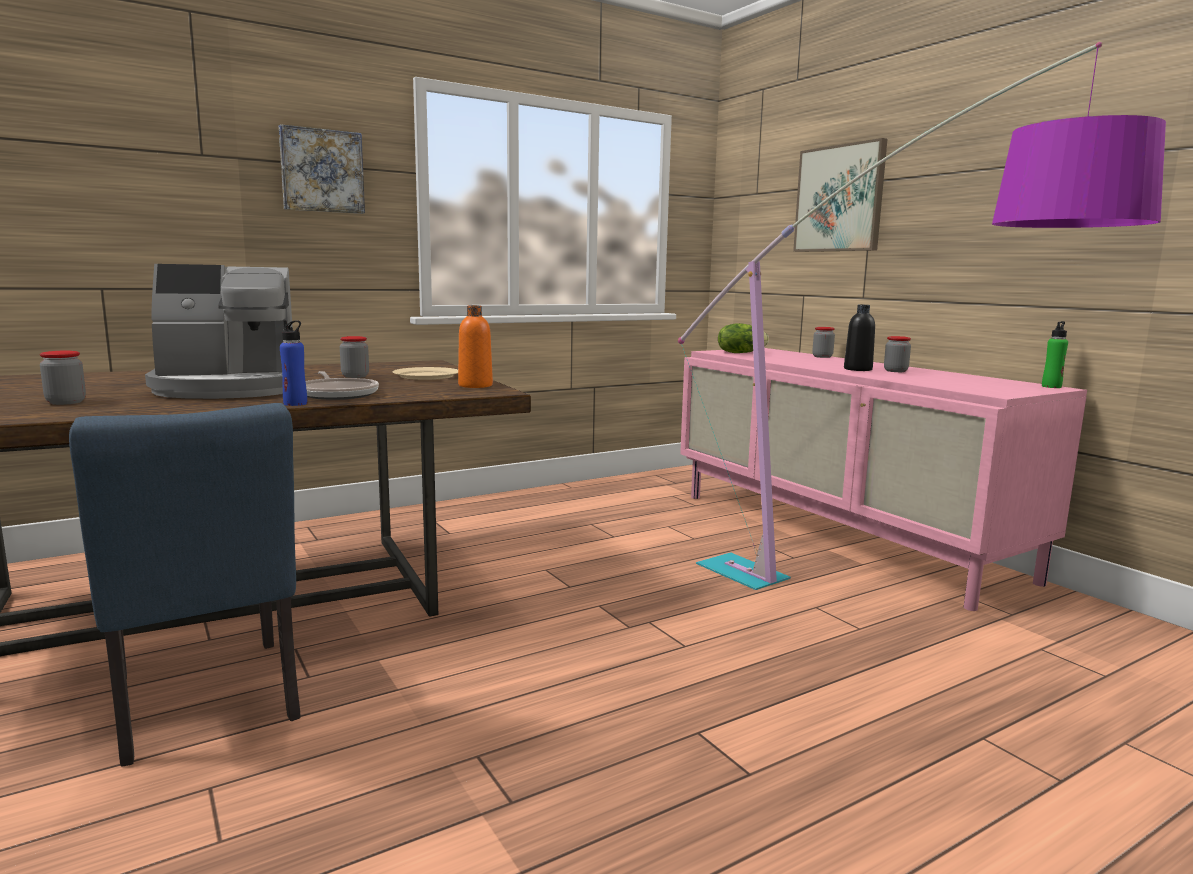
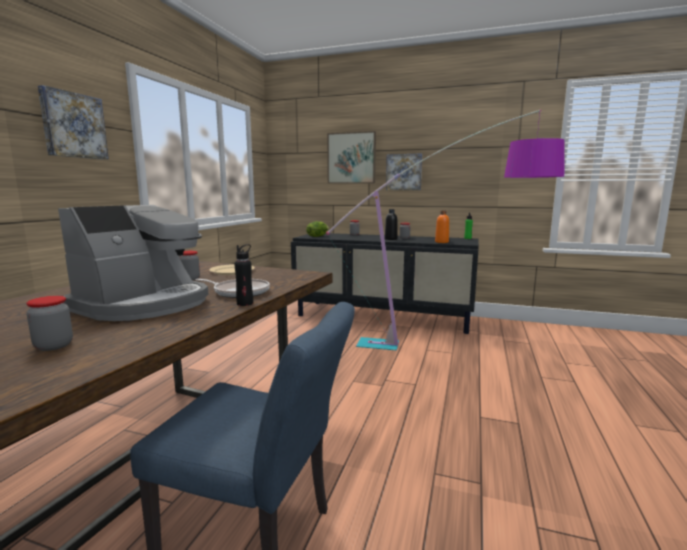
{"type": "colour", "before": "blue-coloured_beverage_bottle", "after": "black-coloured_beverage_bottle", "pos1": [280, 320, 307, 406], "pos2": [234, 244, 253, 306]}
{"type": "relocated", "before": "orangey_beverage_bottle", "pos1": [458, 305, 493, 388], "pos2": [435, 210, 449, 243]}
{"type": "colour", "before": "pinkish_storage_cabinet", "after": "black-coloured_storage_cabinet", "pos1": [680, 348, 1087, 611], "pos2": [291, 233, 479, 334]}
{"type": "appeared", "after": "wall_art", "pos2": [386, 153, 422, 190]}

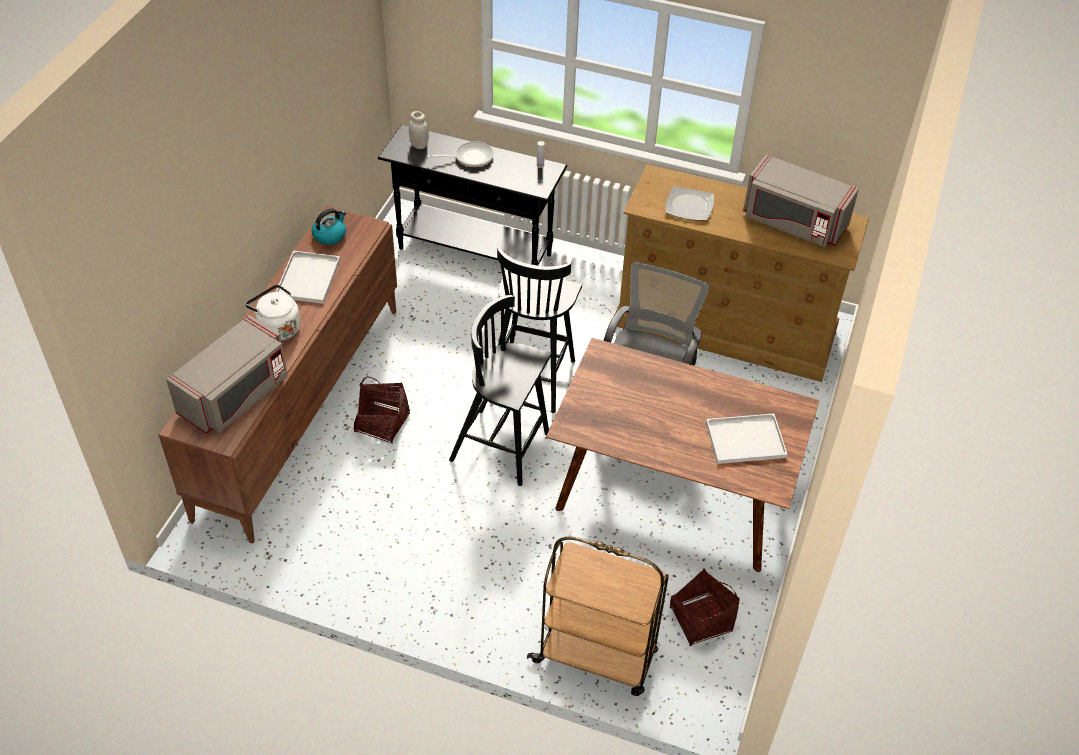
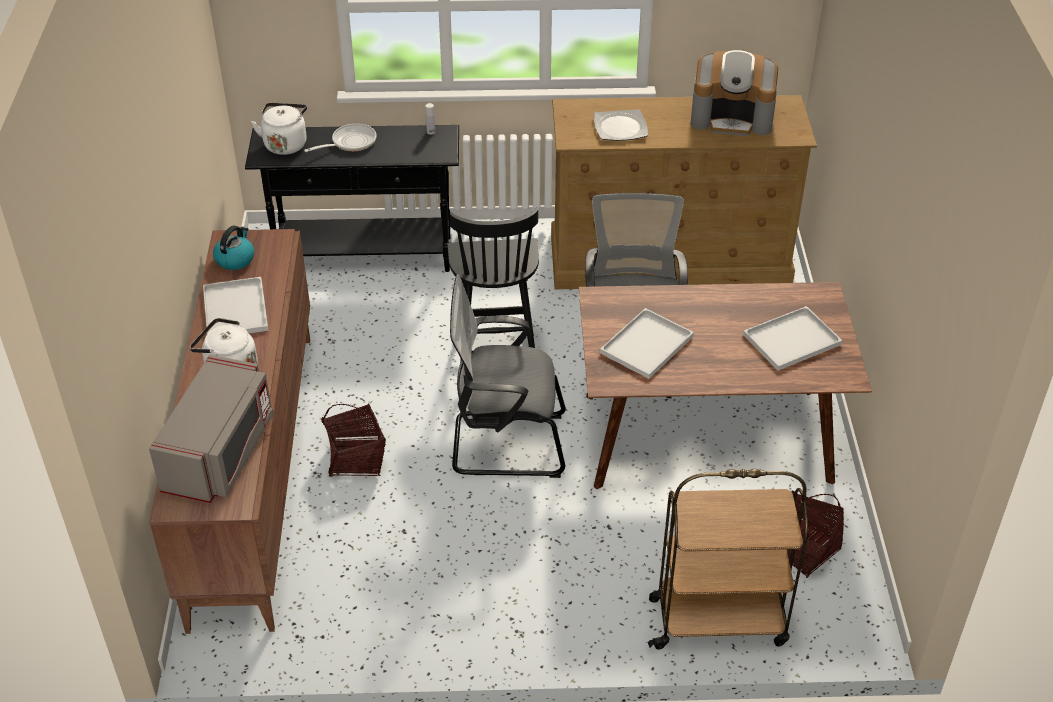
{"type": "exchanged", "before": "white_preserve_jar", "after": "white_kettle", "pos1": [409, 111, 429, 149], "pos2": [251, 103, 307, 155]}
{"type": "exchanged", "before": "black-coloured_stool_seat", "after": "chair", "pos1": [449, 295, 551, 486], "pos2": [450, 274, 566, 478]}
{"type": "exchanged", "before": "greyish_microwave", "after": "coffee_machine", "pos1": [743, 155, 859, 247], "pos2": [691, 50, 778, 136]}
{"type": "appeared", "after": "white_serving_tray", "pos2": [600, 308, 694, 379]}

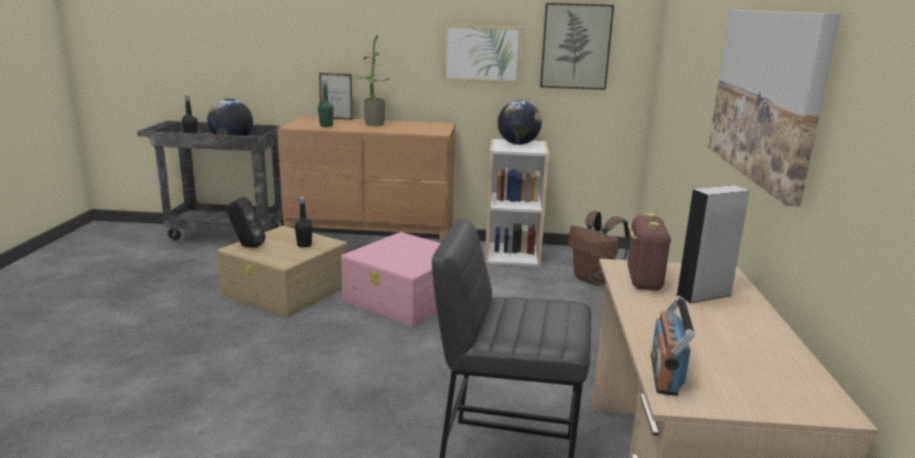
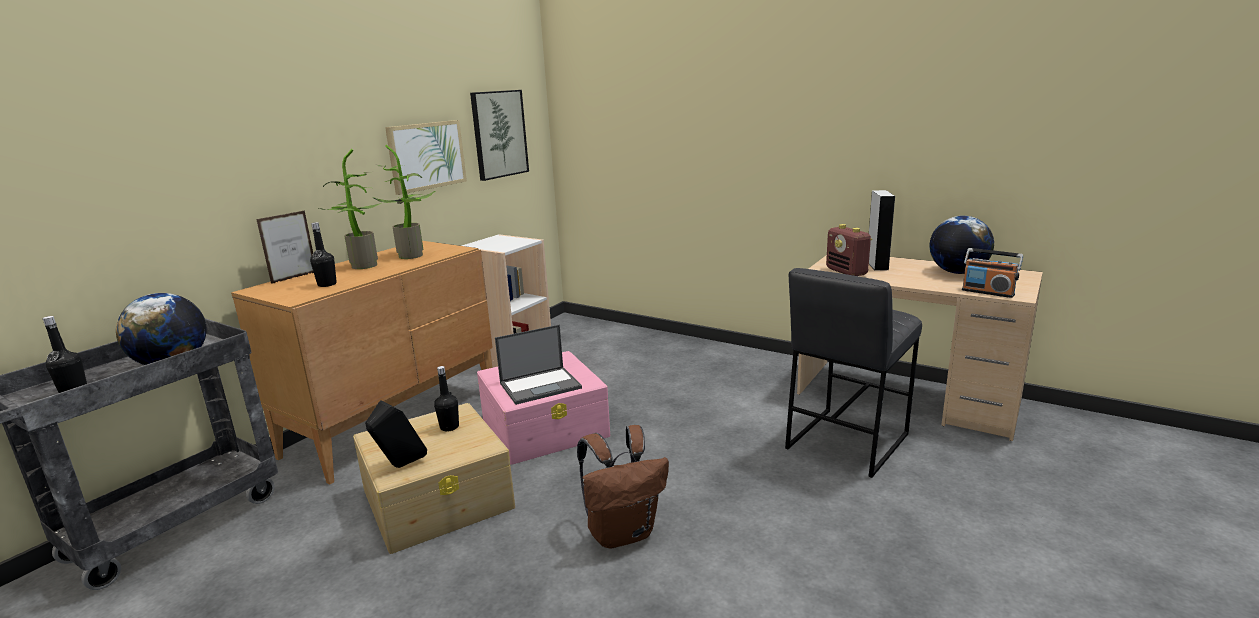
{"type": "colour", "before": "green_beverage_bottle", "after": "black-coloured_beverage_bottle", "pos1": [318, 80, 334, 127], "pos2": [310, 222, 337, 287]}
{"type": "relocated", "before": "desk_globe", "pos1": [498, 100, 542, 145], "pos2": [929, 216, 994, 274]}
{"type": "relocated", "before": "brownish_knapsack", "pos1": [568, 211, 630, 286], "pos2": [577, 425, 669, 549]}
{"type": "spun", "before": "radio_receiver", "pos1": [628, 213, 671, 291], "pos2": [826, 224, 872, 276], "turn": -150}
{"type": "missing", "before": "wall_art", "pos1": [708, 10, 841, 206]}
{"type": "appeared", "after": "potted_plant", "pos2": [373, 145, 435, 259]}
{"type": "appeared", "after": "notebook_computer", "pos2": [495, 325, 582, 405]}

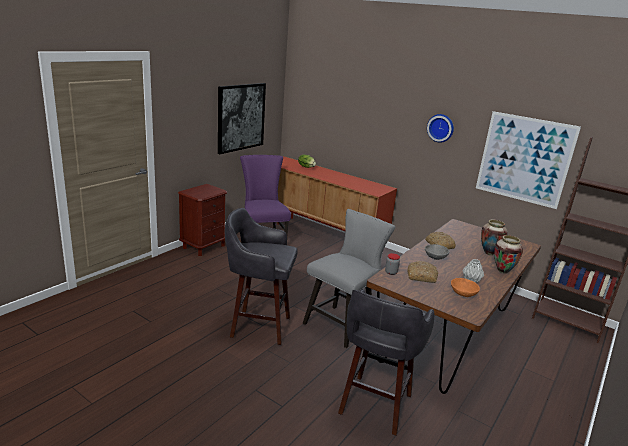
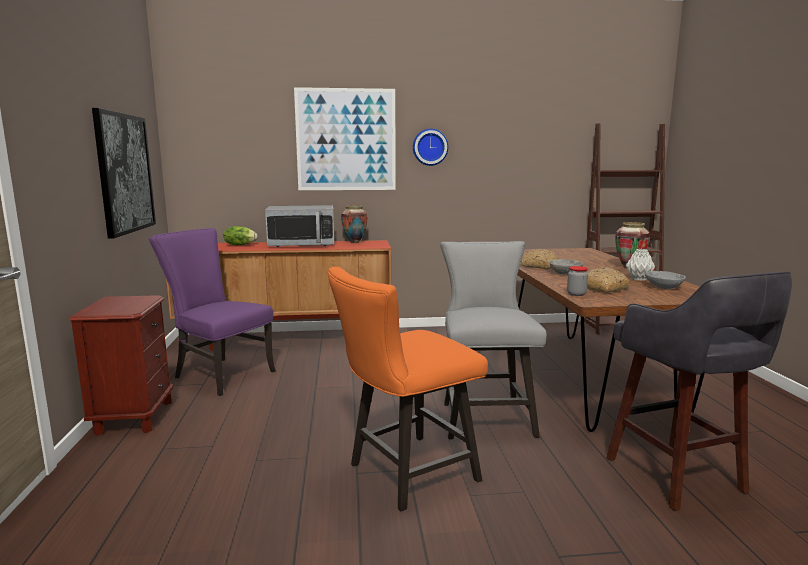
{"type": "exchanged", "before": "greyish_stool_seat", "after": "orangey_chair", "pos1": [225, 208, 298, 345], "pos2": [328, 267, 488, 511]}
{"type": "colour", "before": "orangey_bowl", "after": "greyish_bowl", "pos1": [451, 278, 480, 297], "pos2": [645, 271, 686, 289]}
{"type": "relocated", "before": "wall_art", "pos1": [476, 111, 581, 209], "pos2": [294, 87, 396, 190]}
{"type": "relocated", "before": "flower_vase", "pos1": [481, 219, 508, 255], "pos2": [341, 205, 368, 243]}
{"type": "appeared", "after": "microwave", "pos2": [265, 205, 334, 247]}

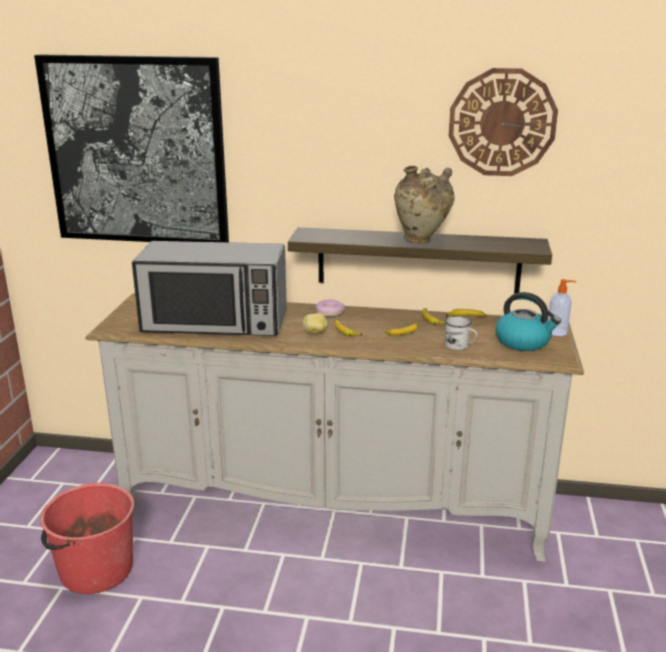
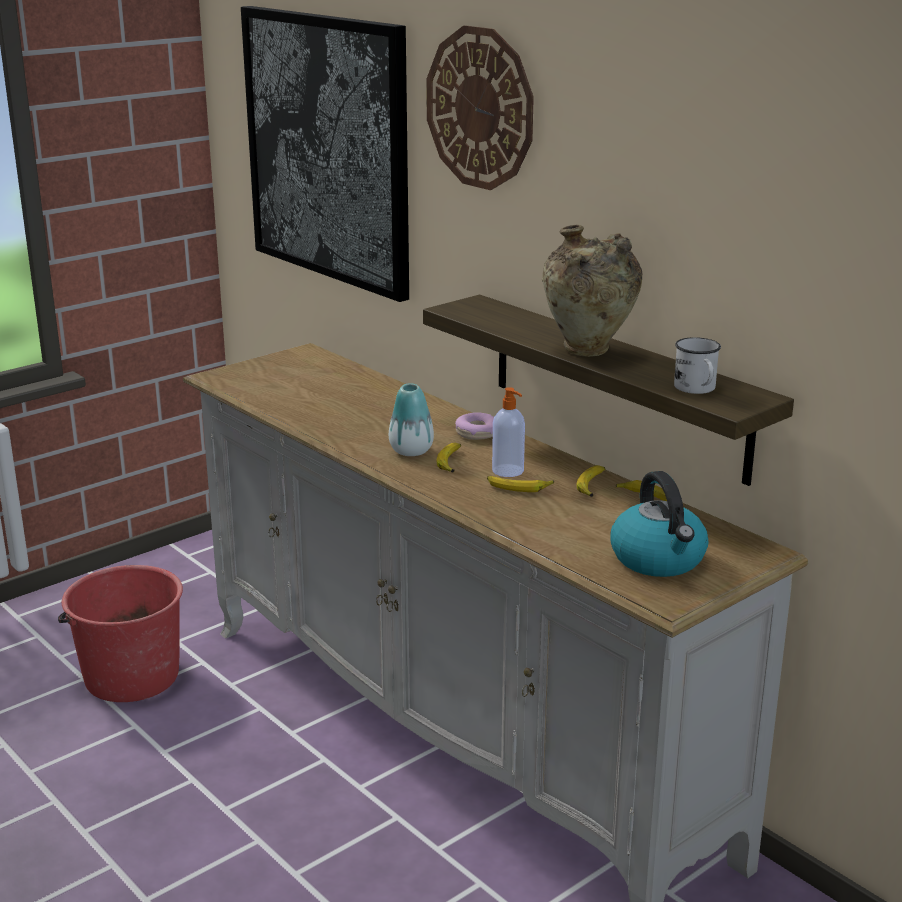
{"type": "missing", "before": "microwave", "pos1": [132, 241, 287, 336]}
{"type": "exchanged", "before": "potato", "after": "flower_vase", "pos1": [303, 313, 328, 333], "pos2": [389, 383, 434, 456]}
{"type": "relocated", "before": "white_tea_mug", "pos1": [445, 316, 478, 350], "pos2": [674, 337, 721, 394]}
{"type": "relocated", "before": "wall_clock", "pos1": [449, 68, 558, 176], "pos2": [426, 25, 534, 190]}
{"type": "relocated", "before": "liquid_soap_bottle", "pos1": [548, 279, 576, 336], "pos2": [492, 387, 525, 477]}

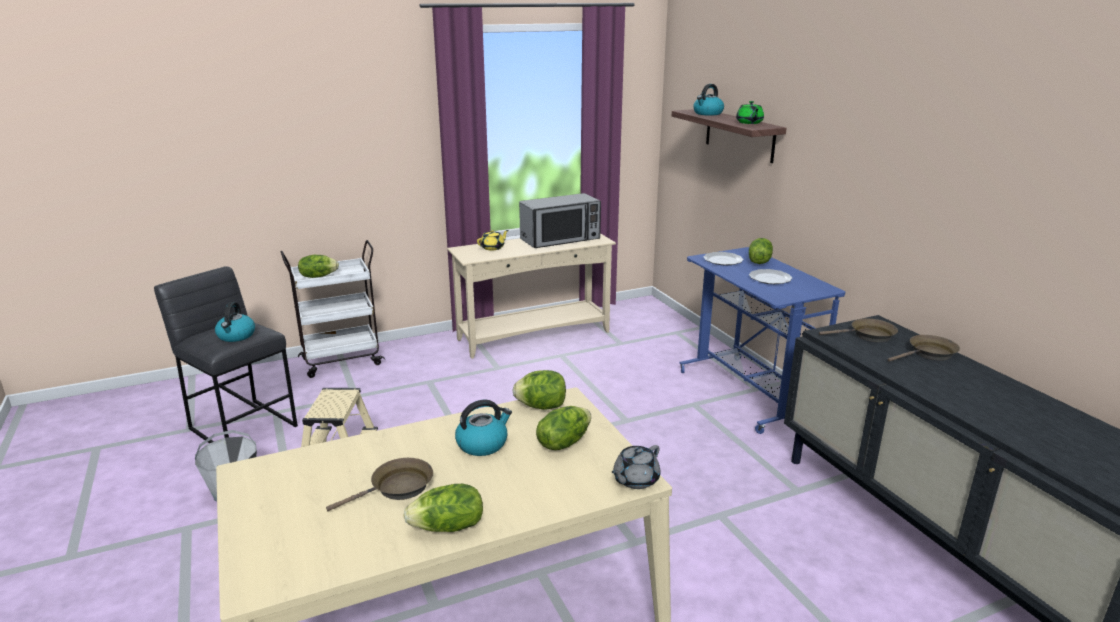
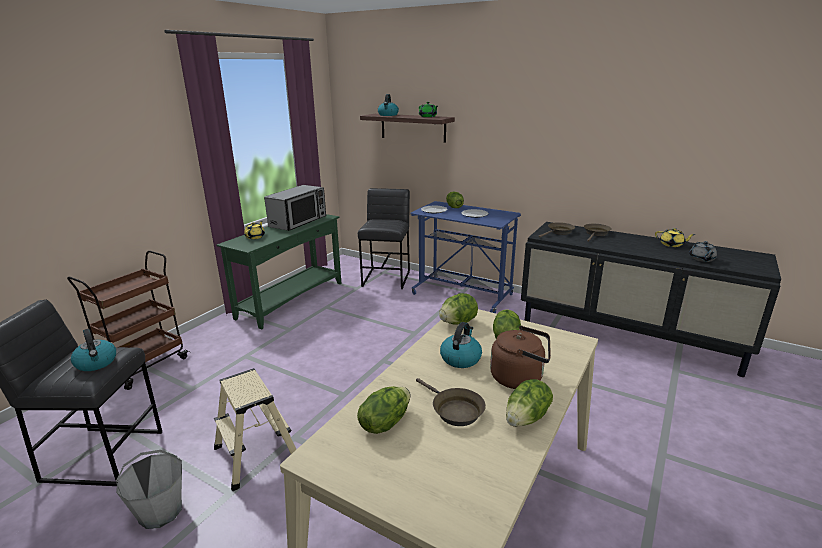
{"type": "colour", "before": "white_wheeled_cart", "after": "brownish_wheeled_cart", "pos1": [281, 240, 385, 378], "pos2": [67, 251, 190, 390]}
{"type": "relocated", "before": "head_of_lettuce", "pos1": [298, 255, 339, 278], "pos2": [357, 386, 410, 434]}
{"type": "spun", "before": "brownish_pan", "pos1": [326, 458, 433, 511], "pos2": [416, 378, 486, 426], "turn": 120}
{"type": "colour", "before": "beige_hall_table", "after": "green_hall_table", "pos1": [447, 233, 616, 359], "pos2": [216, 214, 342, 330]}
{"type": "relocated", "before": "greyish_teapot", "pos1": [611, 445, 661, 489], "pos2": [689, 241, 717, 262]}
{"type": "appeared", "after": "greyish_stool_seat", "pos2": [358, 188, 410, 289]}
{"type": "appeared", "after": "brownish_kettle", "pos2": [490, 326, 551, 389]}
{"type": "appeared", "after": "yellow_teapot", "pos2": [655, 228, 696, 247]}

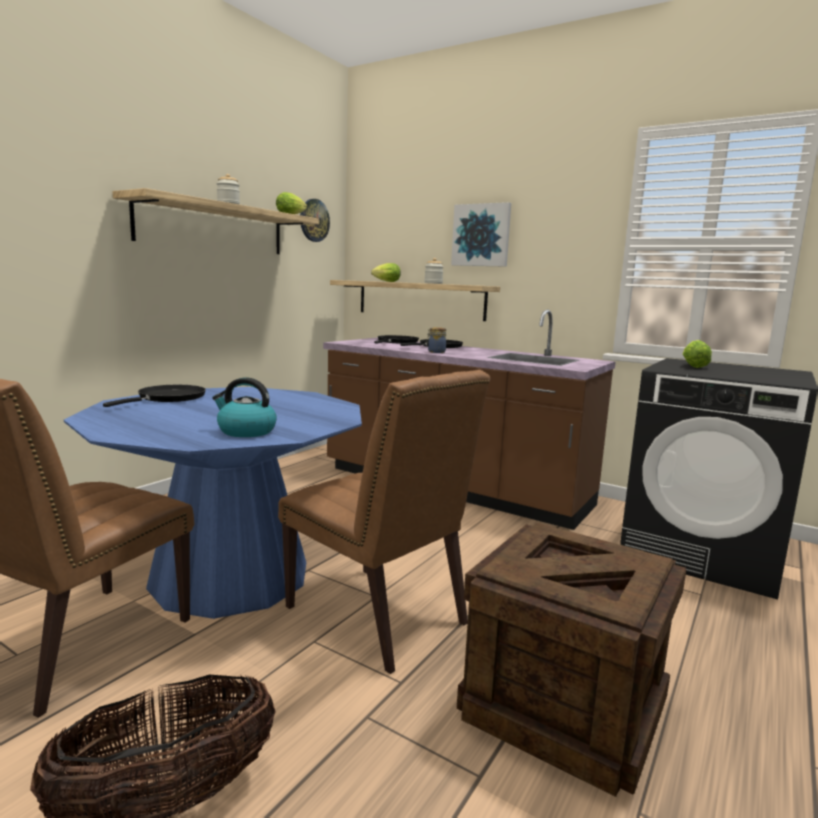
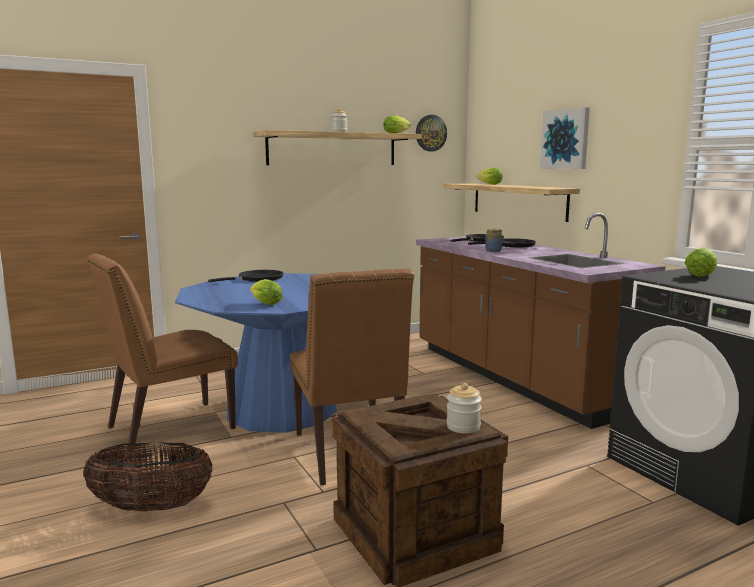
{"type": "exchanged", "before": "kettle", "after": "head_of_lettuce", "pos1": [212, 378, 277, 437], "pos2": [250, 279, 283, 305]}
{"type": "relocated", "before": "preserve_jar", "pos1": [425, 258, 443, 284], "pos2": [447, 383, 482, 433]}

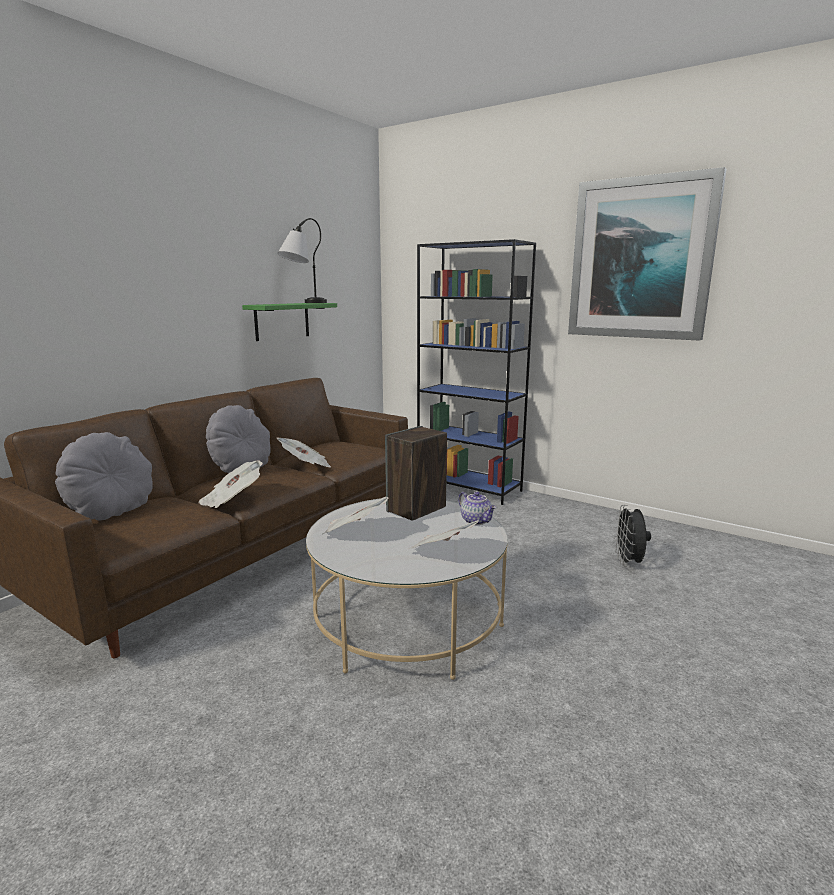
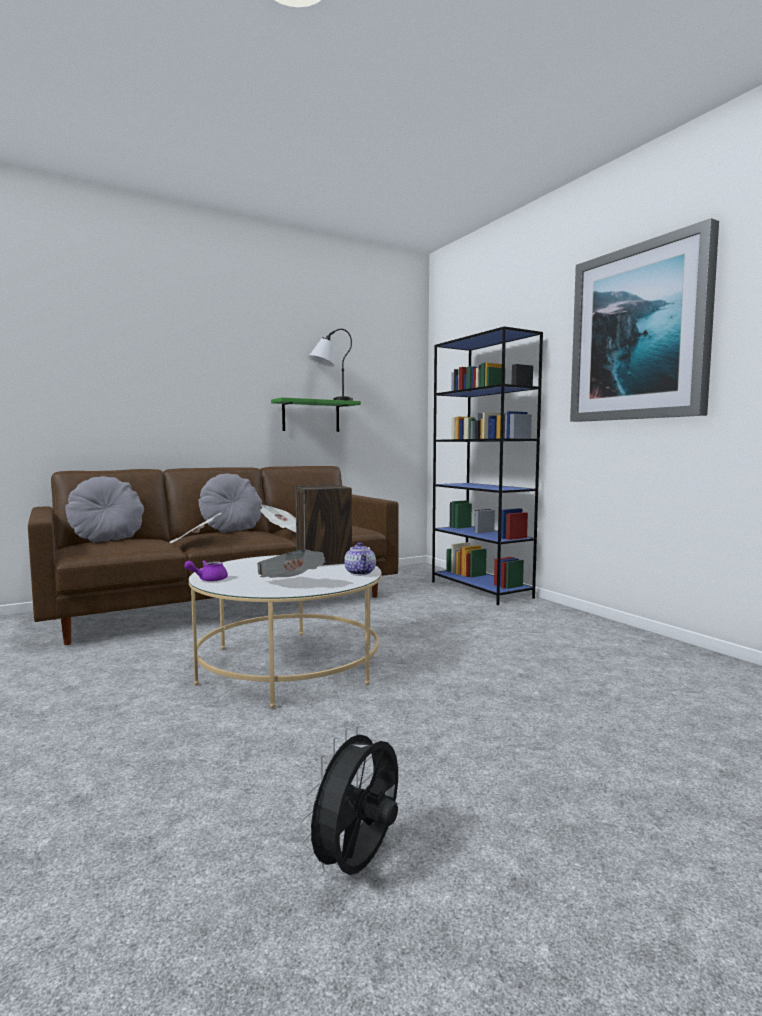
{"type": "missing", "before": "printed_paper", "pos1": [323, 497, 388, 534]}
{"type": "relocated", "before": "black-coloured_electric_fan", "pos1": [614, 505, 651, 566], "pos2": [300, 725, 398, 875]}
{"type": "appeared", "after": "purplish_teapot", "pos2": [184, 560, 228, 581]}

